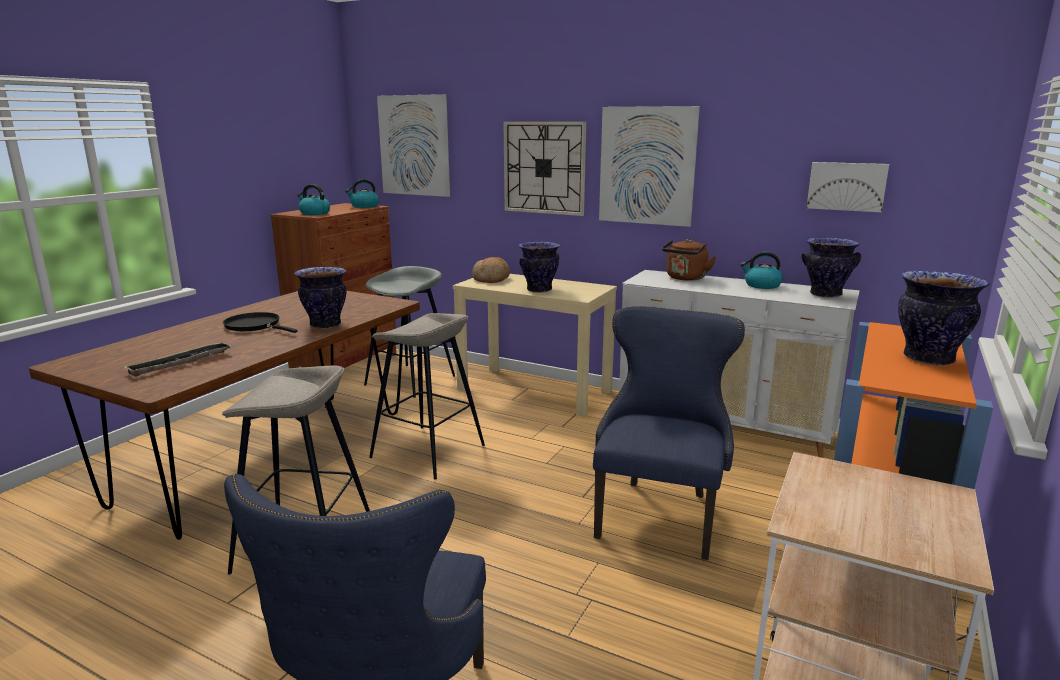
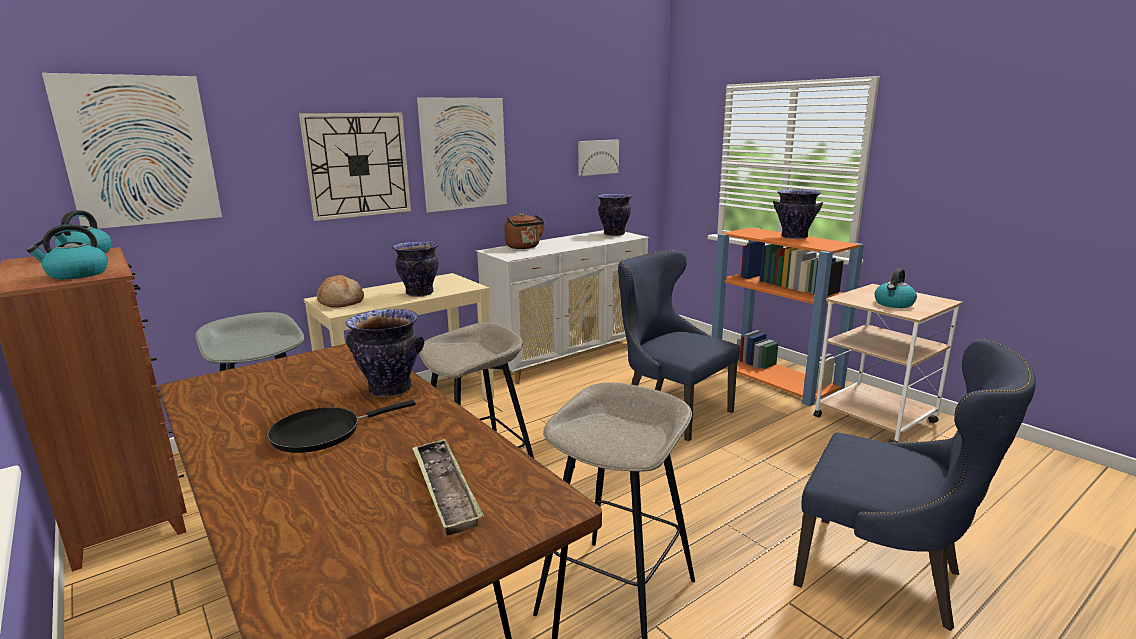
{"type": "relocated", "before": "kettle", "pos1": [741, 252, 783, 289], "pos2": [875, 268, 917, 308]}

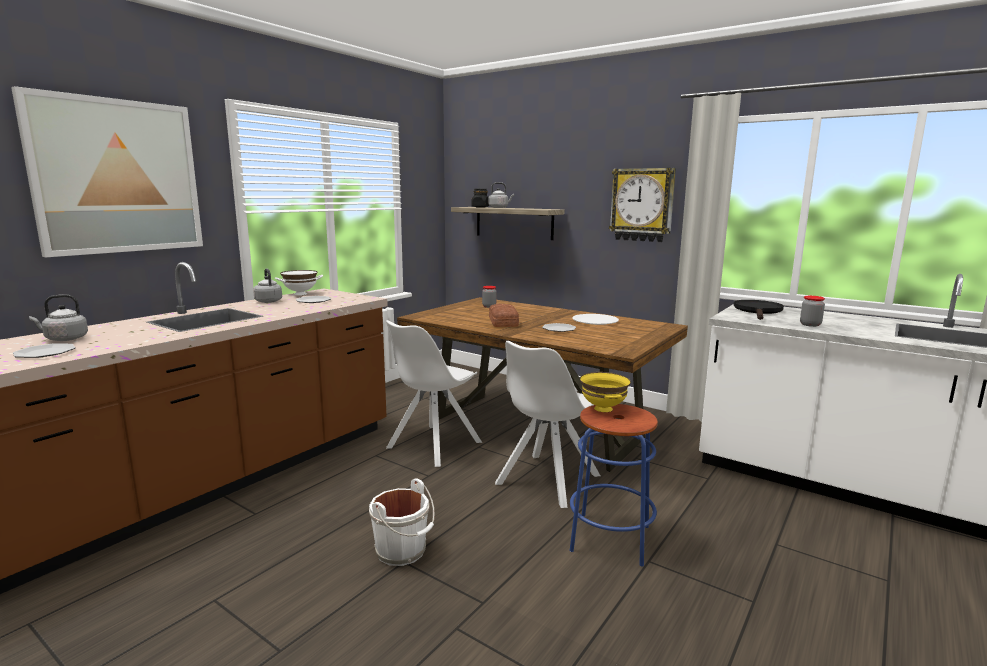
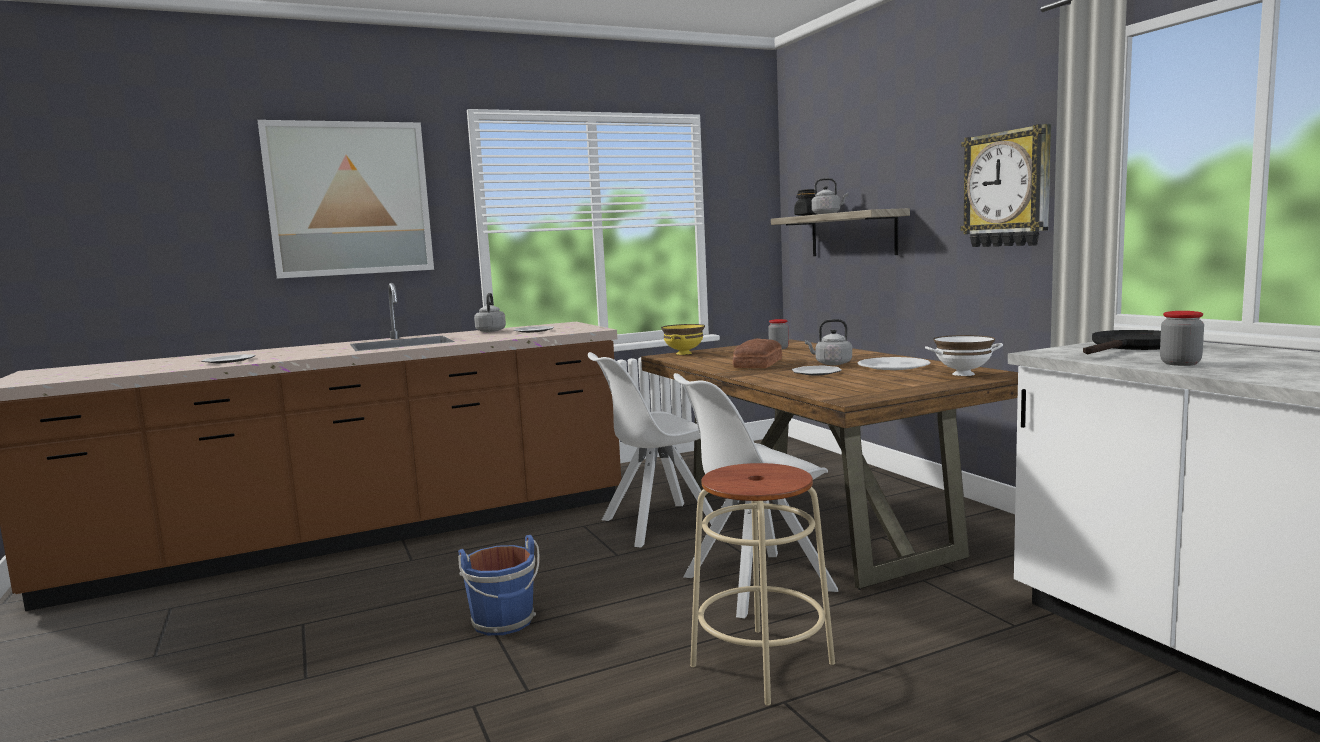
{"type": "relocated", "before": "greyish_kettle", "pos1": [29, 295, 88, 341], "pos2": [805, 319, 852, 365]}
{"type": "relocated", "before": "white_bowl", "pos1": [275, 270, 323, 295], "pos2": [925, 335, 1003, 376]}
{"type": "colour", "before": "white_bucket", "after": "blue-coloured_bucket", "pos1": [369, 478, 435, 566], "pos2": [458, 535, 540, 635]}
{"type": "colour", "before": "blue-coloured_stool_seat", "after": "beige_stool_seat", "pos1": [570, 404, 658, 567], "pos2": [690, 463, 835, 705]}
{"type": "relocated", "before": "yellow_bowl", "pos1": [580, 372, 631, 412], "pos2": [661, 324, 705, 355]}

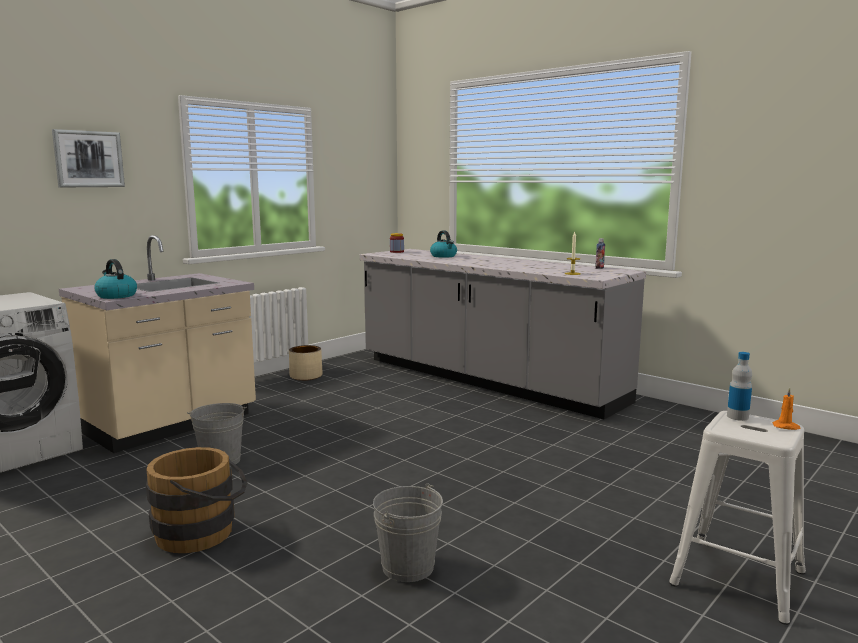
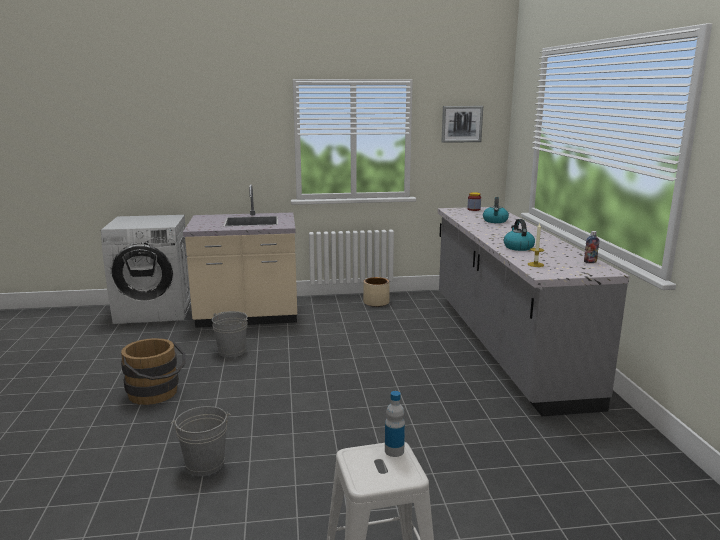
{"type": "relocated", "before": "wall_art", "pos1": [52, 129, 125, 187], "pos2": [442, 106, 483, 143]}
{"type": "relocated", "before": "kettle", "pos1": [94, 259, 137, 299], "pos2": [504, 219, 535, 251]}
{"type": "missing", "before": "orangey_wax_candle", "pos1": [772, 388, 800, 430]}

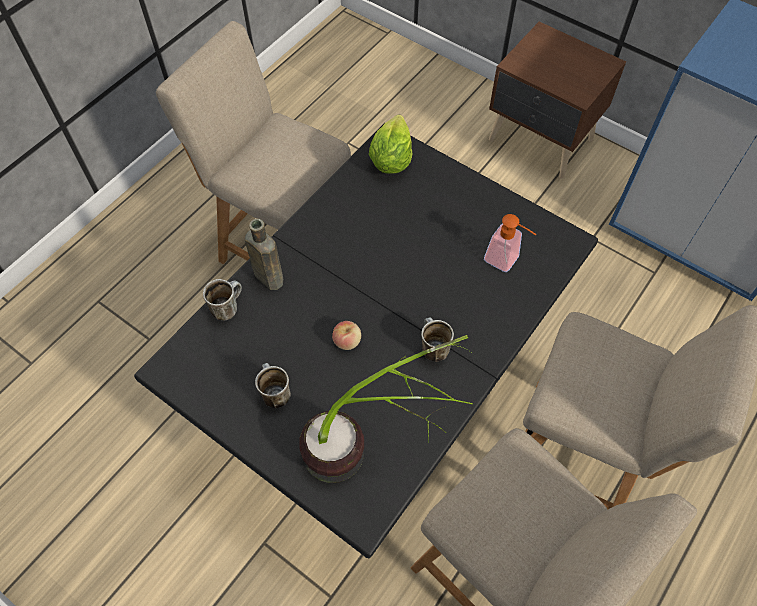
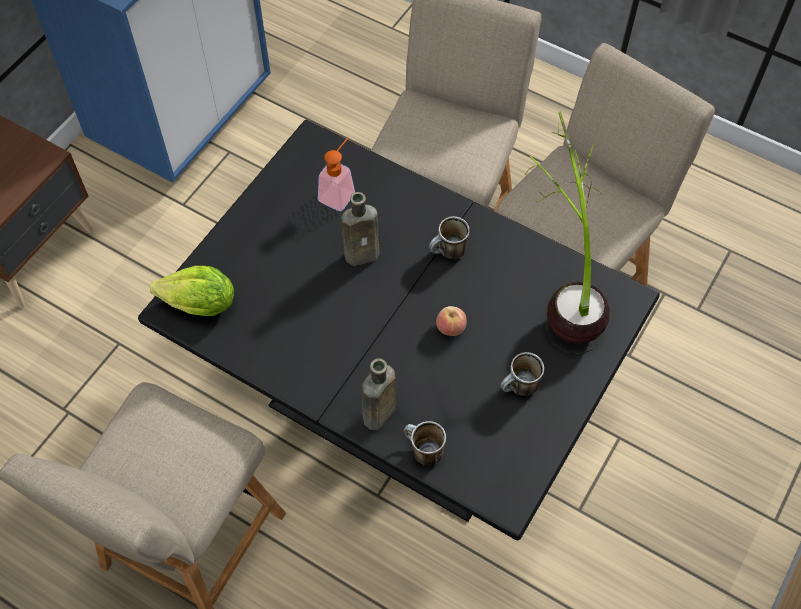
{"type": "appeared", "after": "brownish_beverage_bottle", "pos2": [341, 192, 379, 266]}

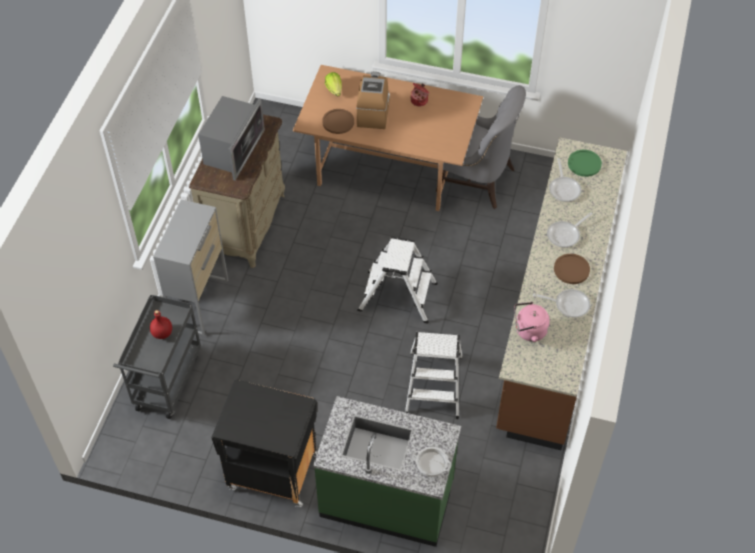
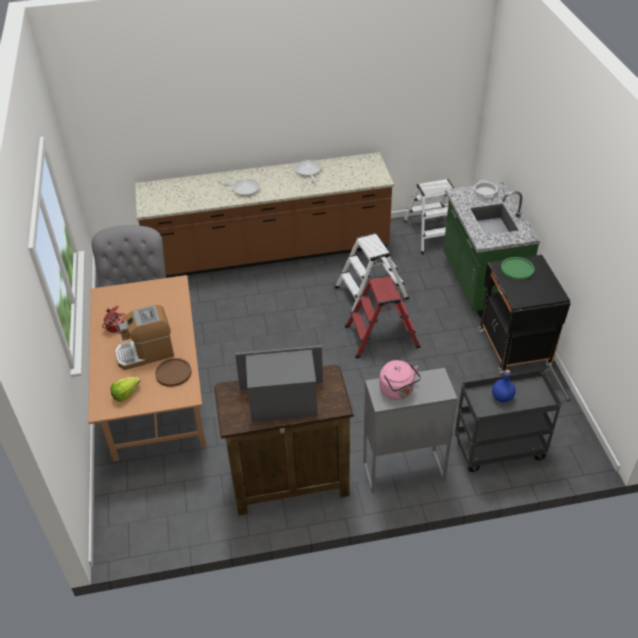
{"type": "colour", "before": "reddish_beverage_bottle", "after": "blue-coloured_beverage_bottle", "pos1": [150, 310, 172, 339], "pos2": [492, 370, 516, 402]}
{"type": "relocated", "before": "white_step_ladder", "pos1": [357, 237, 438, 324], "pos2": [404, 179, 454, 255]}
{"type": "relocated", "before": "pinkish_kettle", "pos1": [514, 302, 550, 342], "pos2": [379, 360, 421, 400]}
{"type": "missing", "before": "pan", "pos1": [549, 158, 581, 202]}
{"type": "missing", "before": "brownish_flat_dish", "pos1": [554, 254, 590, 284]}
{"type": "relocated", "before": "green_flat_dish", "pos1": [568, 150, 602, 177], "pos2": [501, 257, 534, 280]}
{"type": "appeared", "after": "reddish_step_ladder", "pos2": [345, 275, 421, 359]}

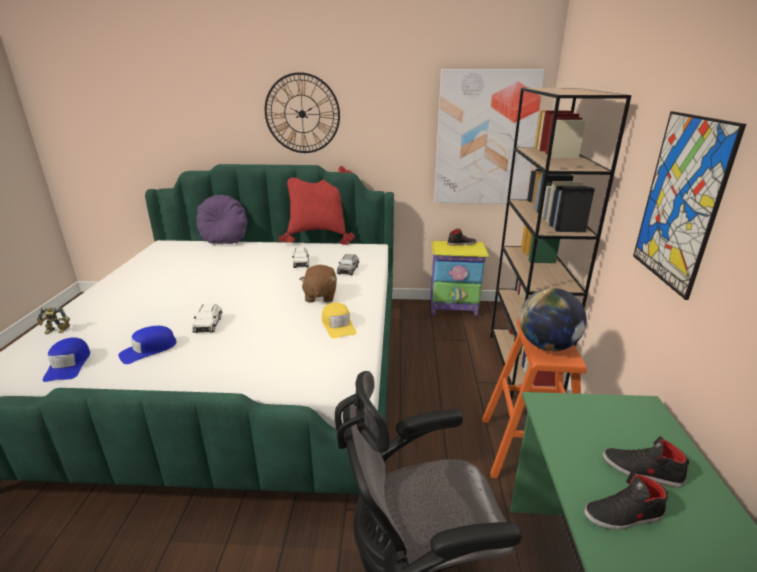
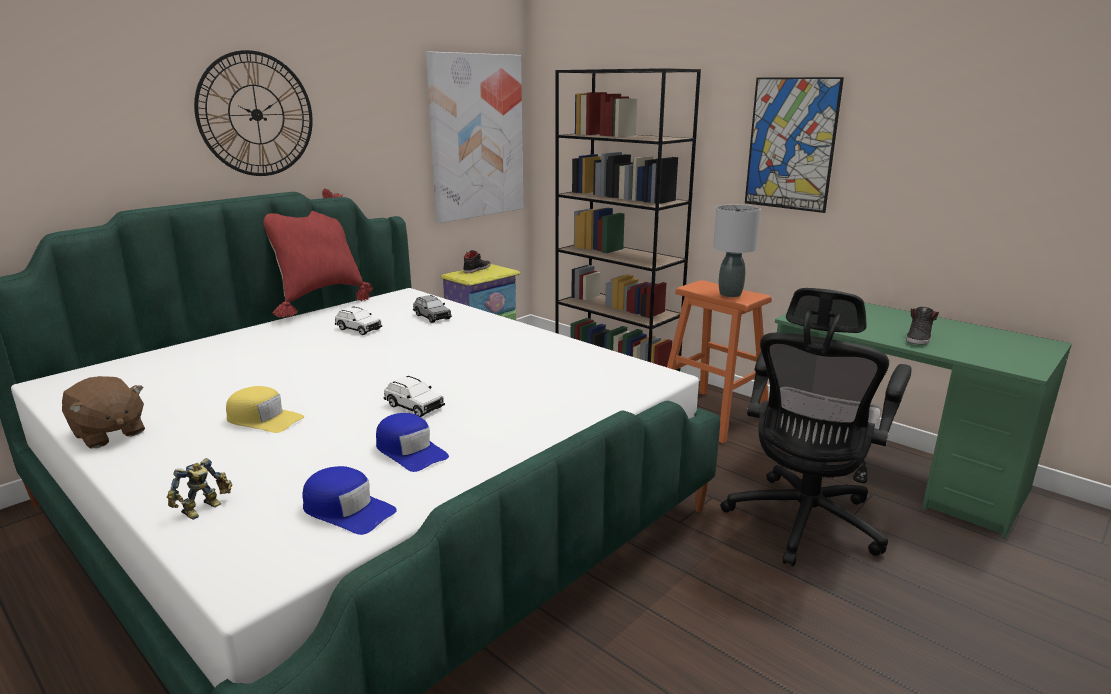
{"type": "spun", "before": "blue-coloured_baseball_cap", "pos1": [118, 326, 177, 364], "pos2": [376, 413, 449, 472], "turn": -45}
{"type": "missing", "before": "purplish_cushion", "pos1": [196, 195, 248, 244]}
{"type": "relocated", "before": "brownish_cuddly_toy", "pos1": [300, 265, 337, 302], "pos2": [62, 376, 145, 448]}
{"type": "relocated", "before": "yellow_baseball_cap", "pos1": [322, 303, 357, 338], "pos2": [226, 386, 304, 433]}
{"type": "exchanged", "before": "desk_globe", "after": "greyish_tabletop_lamp", "pos1": [519, 288, 587, 351], "pos2": [713, 205, 761, 297]}
{"type": "missing", "before": "black-coloured_shoe", "pos1": [603, 436, 689, 487]}

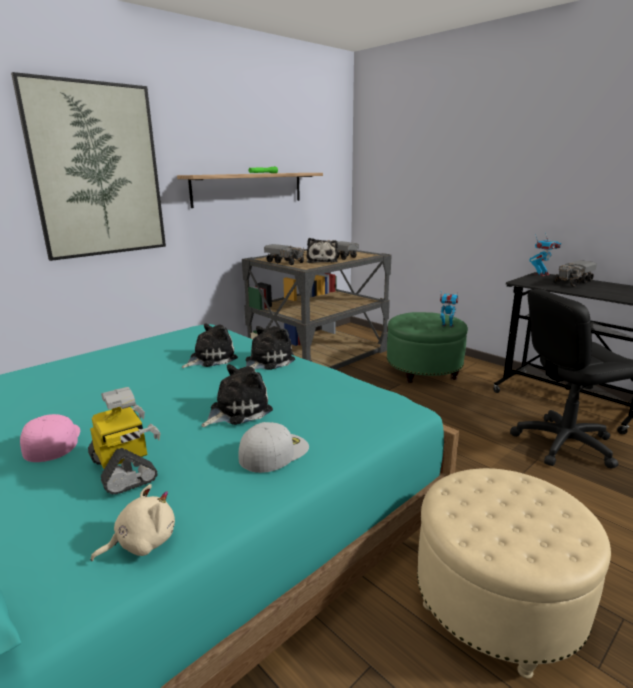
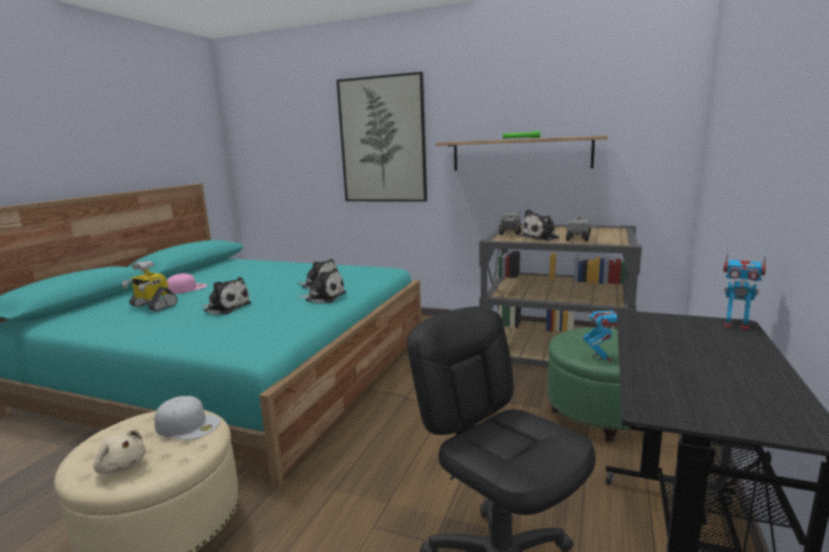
{"type": "spun", "before": "toy_robot", "pos1": [88, 387, 161, 494], "pos2": [122, 260, 178, 311], "turn": 90}
{"type": "relocated", "before": "beige_cuddly_toy", "pos1": [90, 484, 175, 561], "pos2": [93, 429, 146, 474]}
{"type": "relocated", "before": "white_baseball_cap", "pos1": [238, 422, 309, 473], "pos2": [154, 396, 220, 440]}
{"type": "missing", "before": "model_truck", "pos1": [553, 260, 597, 287]}

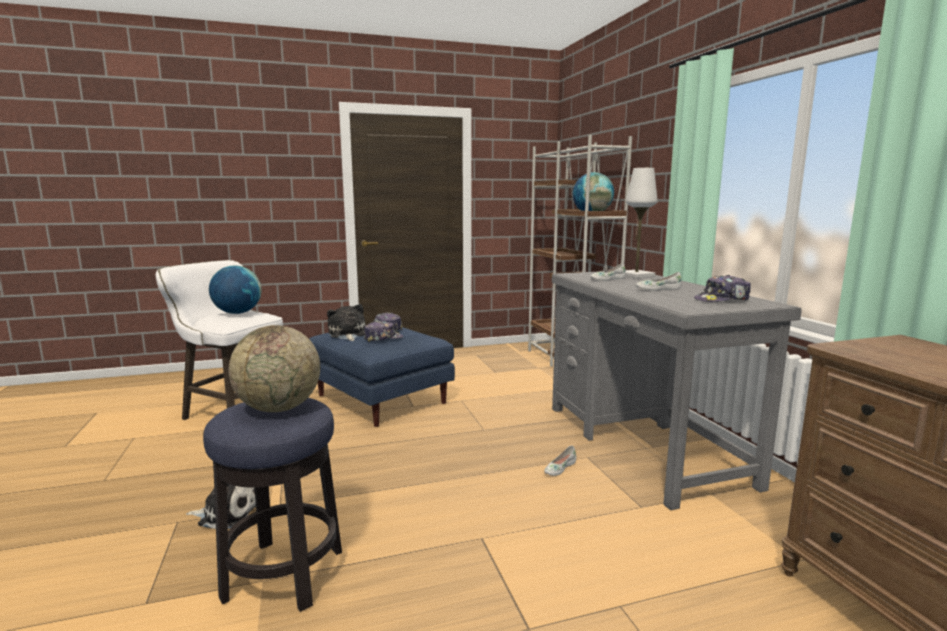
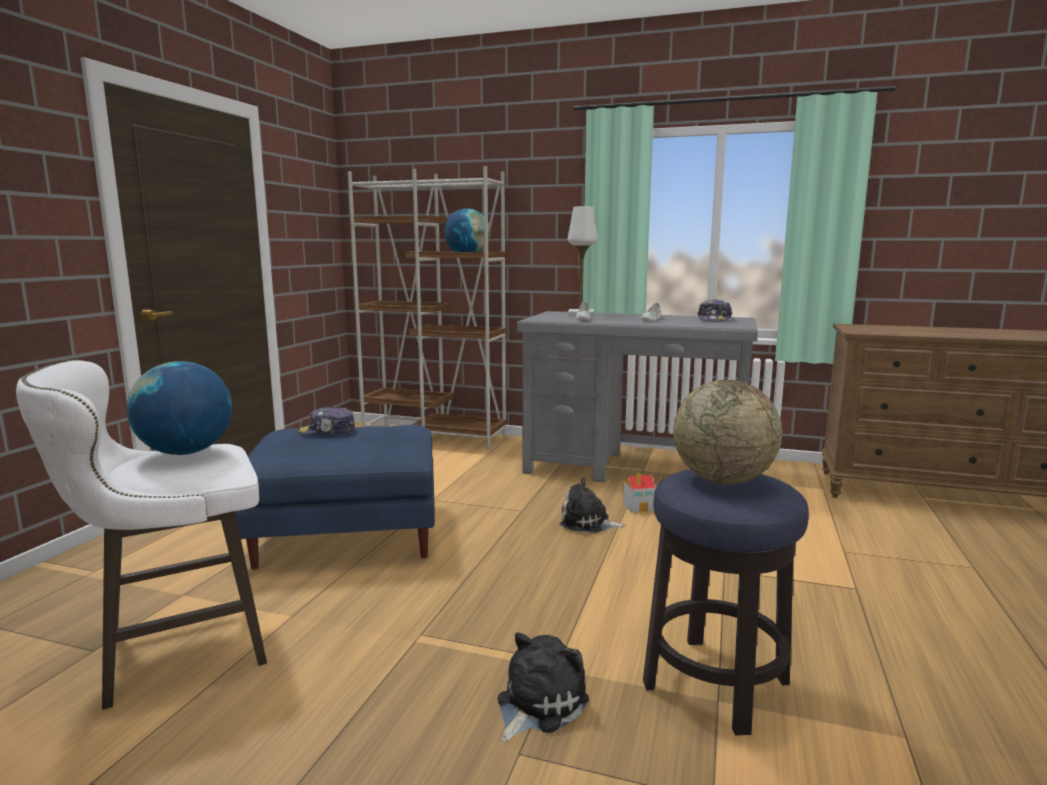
{"type": "relocated", "before": "cuddly_toy", "pos1": [327, 304, 366, 341], "pos2": [560, 477, 626, 533]}
{"type": "missing", "before": "baseball_cap", "pos1": [364, 321, 403, 342]}
{"type": "exchanged", "before": "white_shoe", "after": "toy_house", "pos1": [544, 446, 576, 476], "pos2": [623, 473, 656, 513]}

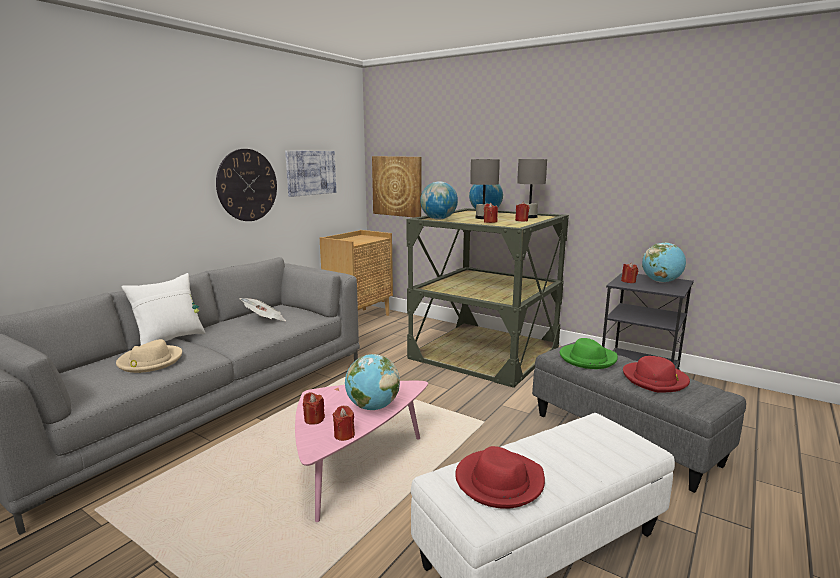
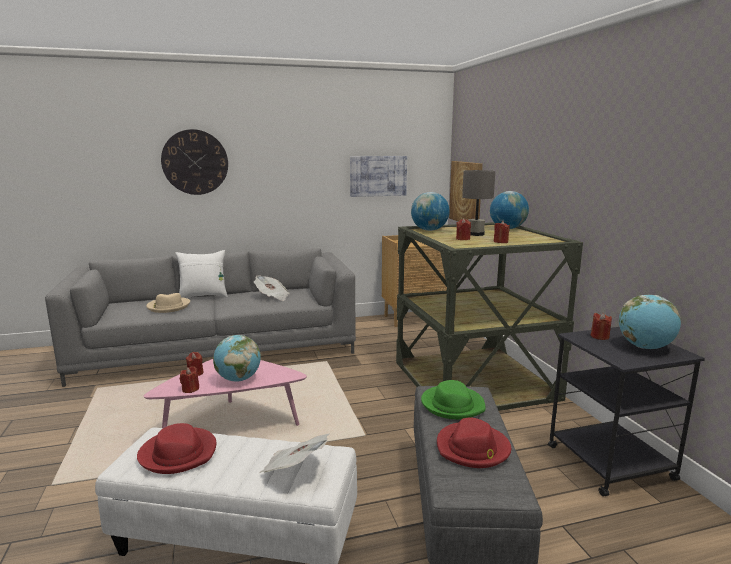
{"type": "relocated", "before": "wall_clock", "pos1": [216, 149, 277, 221], "pos2": [161, 129, 228, 195]}
{"type": "missing", "before": "greyish_tabletop_lamp", "pos1": [517, 159, 547, 218]}
{"type": "appeared", "after": "printed_paper", "pos2": [260, 433, 330, 473]}

